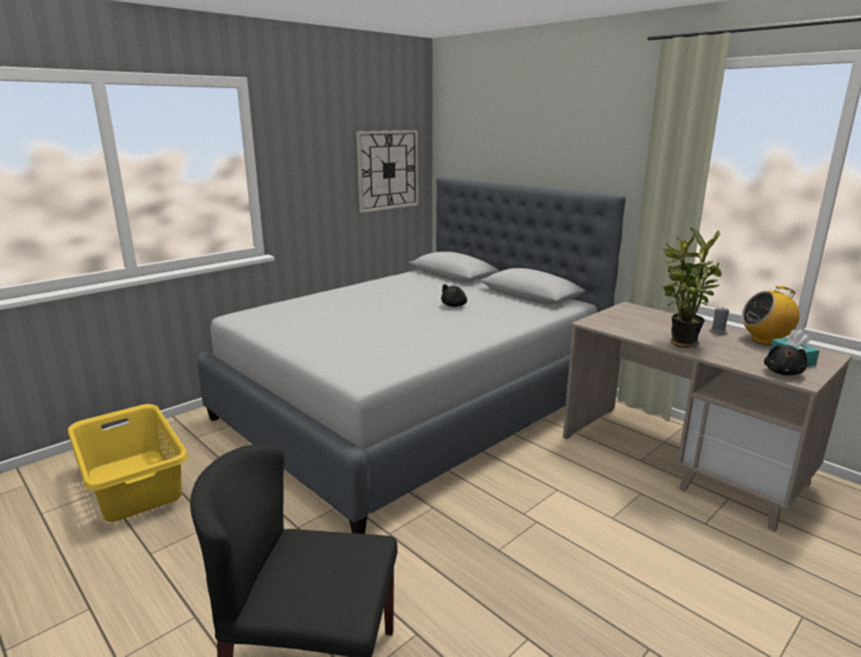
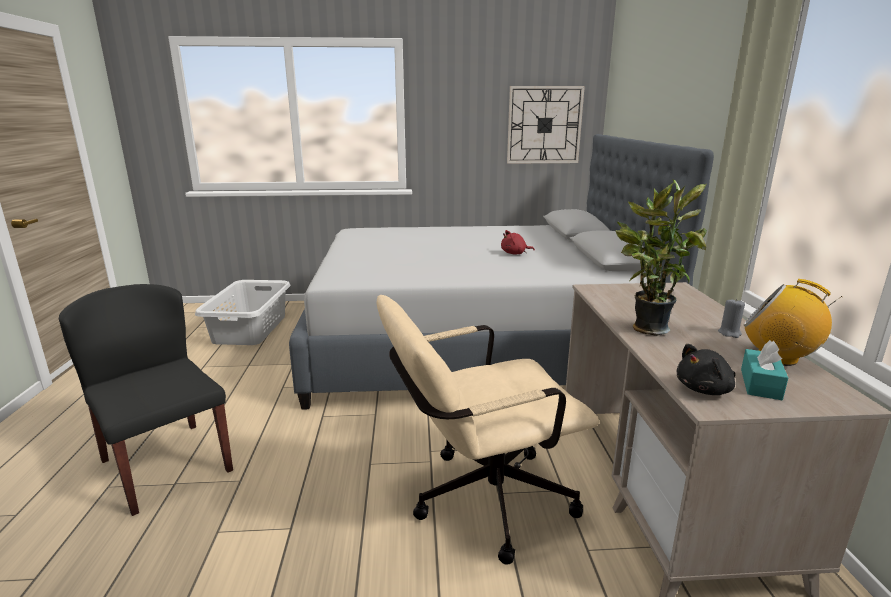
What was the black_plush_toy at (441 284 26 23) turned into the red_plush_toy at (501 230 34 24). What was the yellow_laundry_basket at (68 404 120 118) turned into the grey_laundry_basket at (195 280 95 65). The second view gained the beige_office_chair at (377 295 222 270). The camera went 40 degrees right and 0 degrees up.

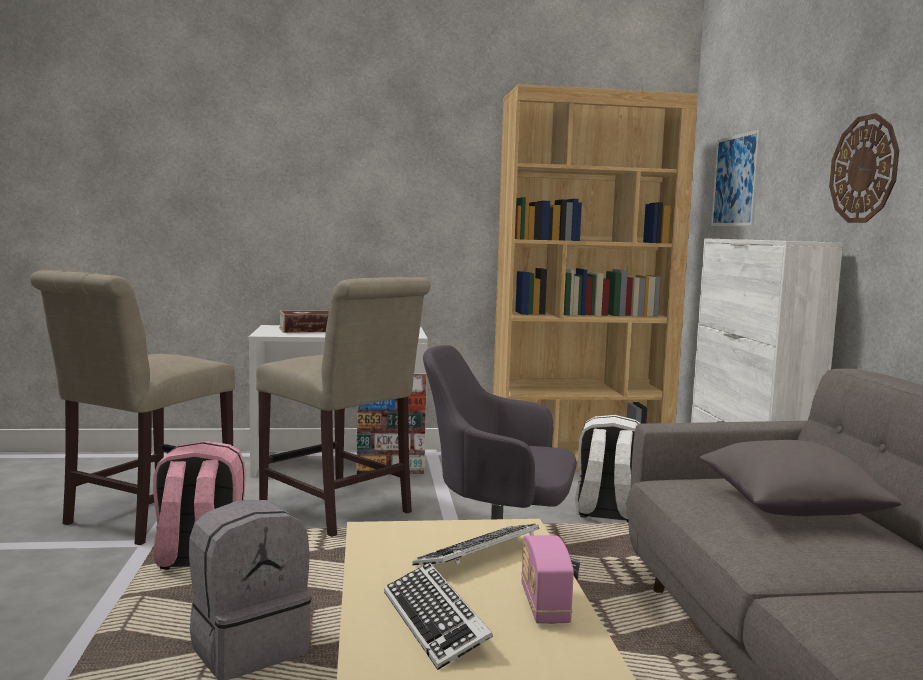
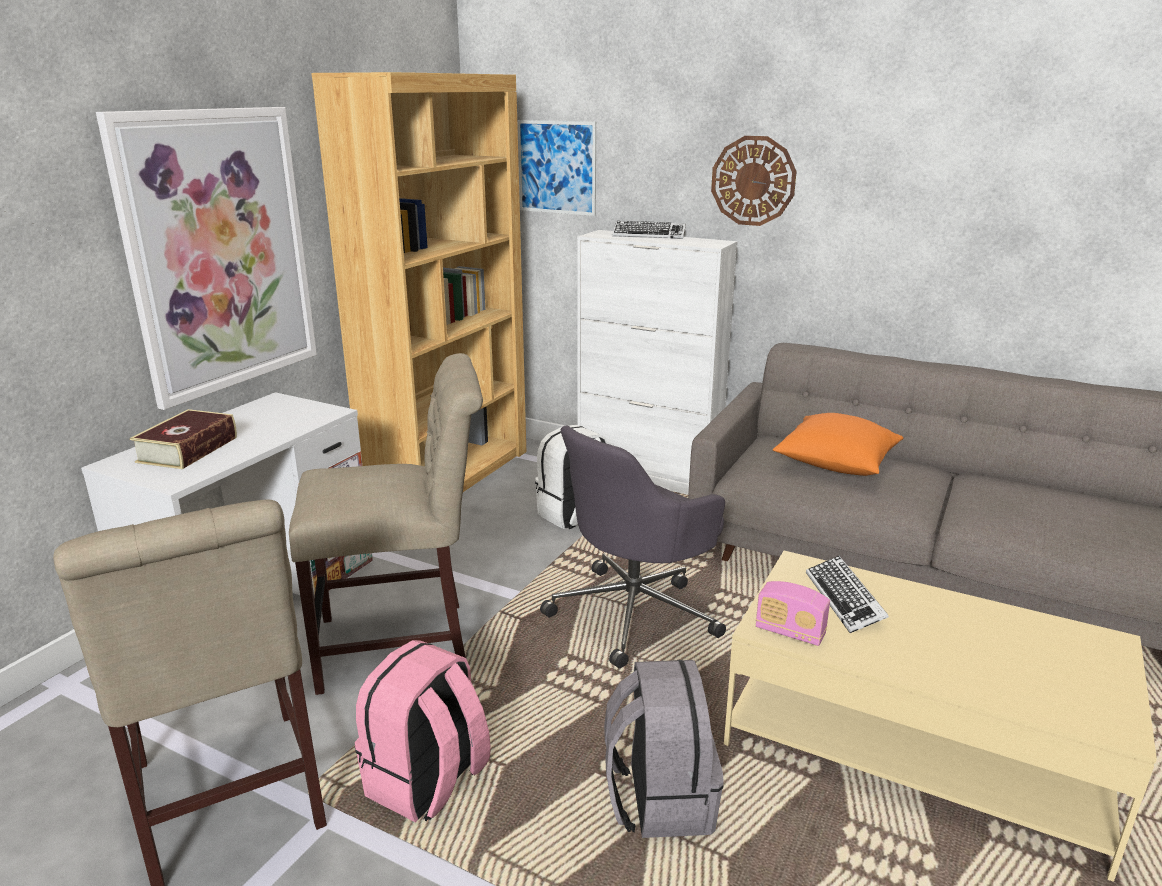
What was the grey_pillow at (700 440 201 76) turned into the orange_pillow at (773 413 130 63). The radio ended up elsewhere, having gone from (521 535 53 89) to (756 581 74 65). The keyboard ended up elsewhere, having gone from (384 562 109 108) to (612 221 74 18). The second view gained the picture at (96 107 221 303). The camera went 55 degrees left and 15 degrees up.

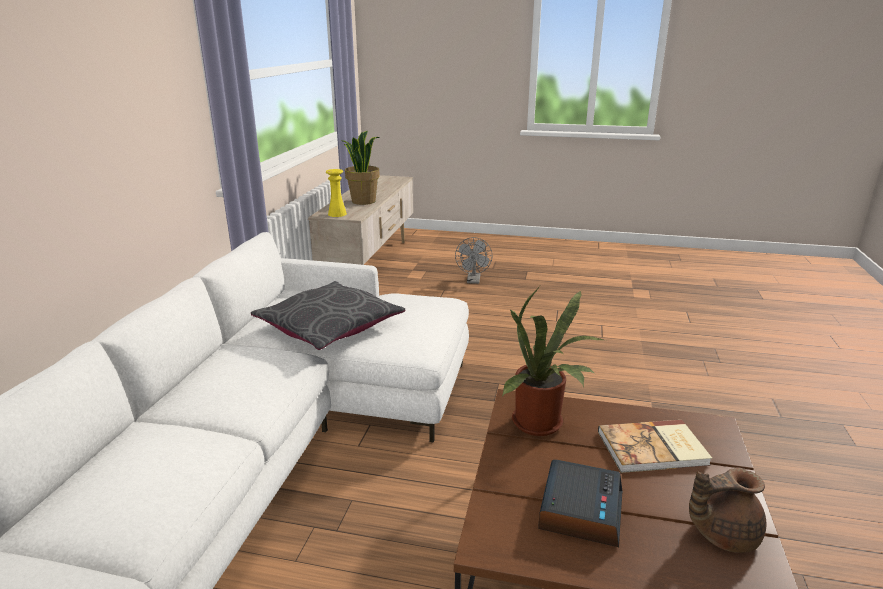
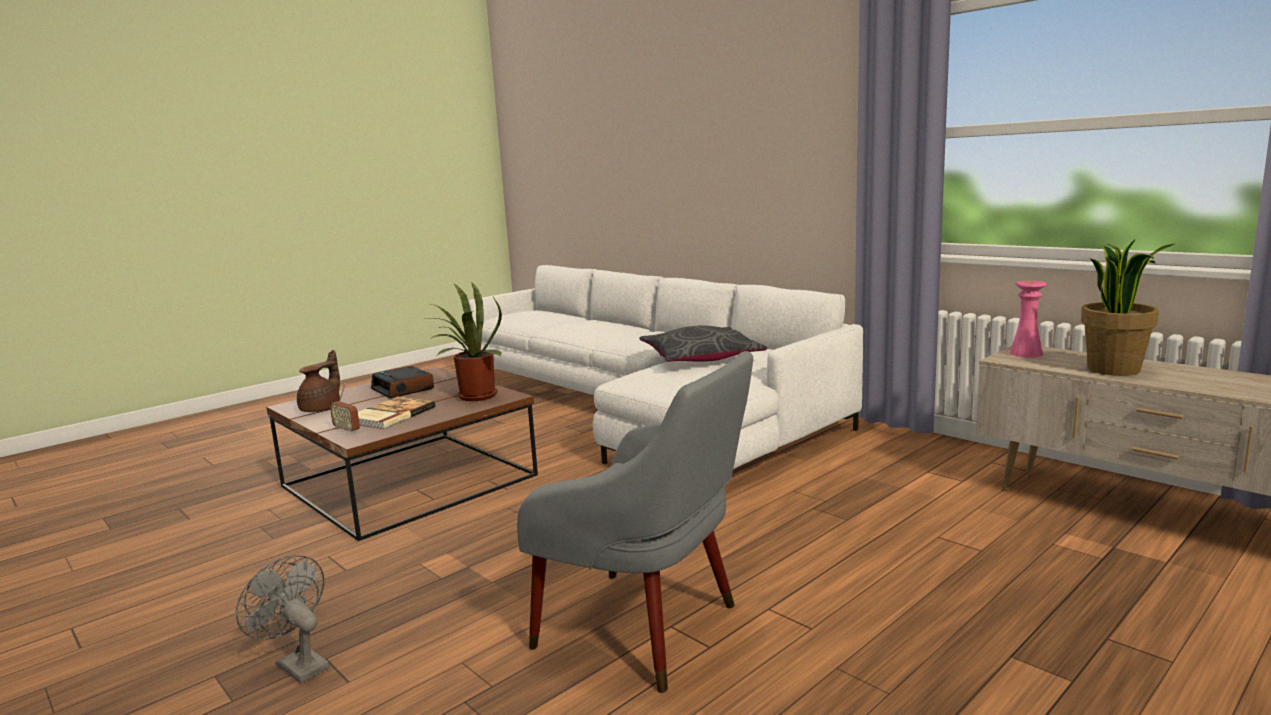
What was the yellow_vase at (326 169 21 48) turned into the pink_vase at (1009 281 38 76). The grey_fan ended up elsewhere, having gone from (455 237 38 47) to (236 555 93 128). The second view gained the grey_armchair at (517 351 236 342). The second view gained the radio at (330 384 30 50). The camera went 125 degrees right and 10 degrees down.

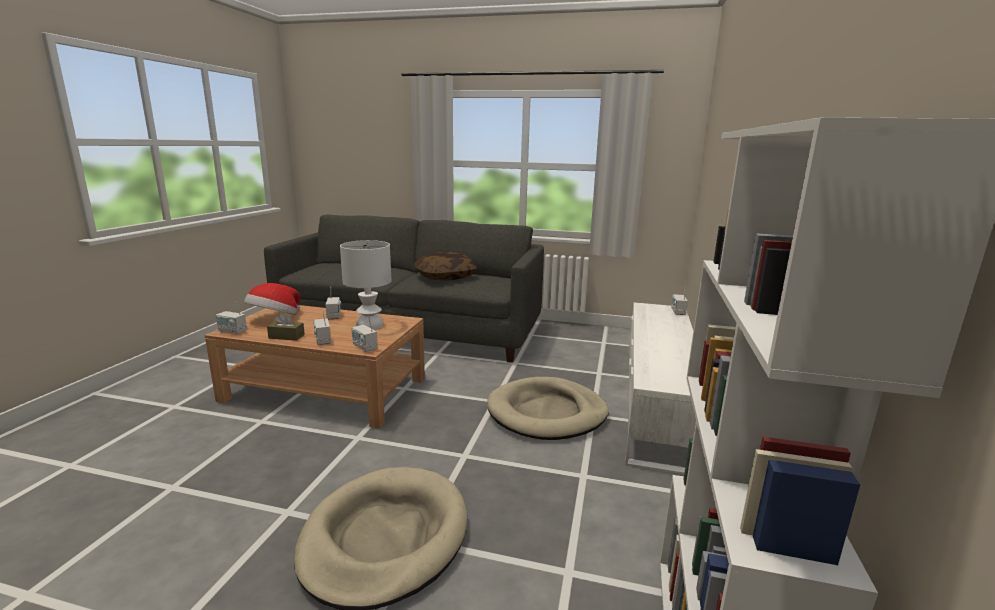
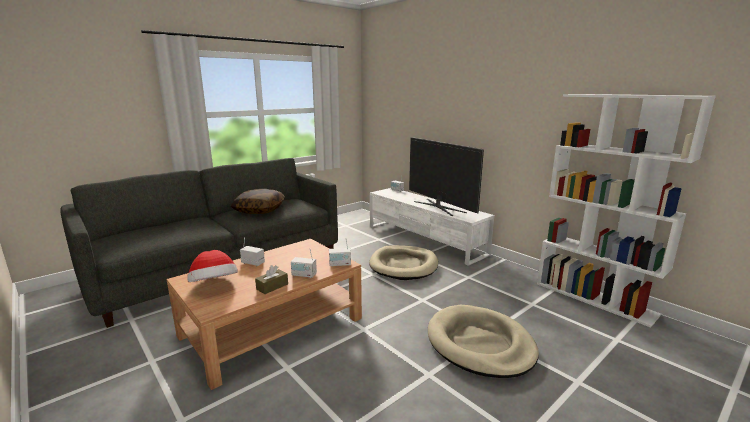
The second view lost the white_table_lamp at (340 240 51 90). The second view lost the radio at (216 301 31 34). The second view gained the television at (409 137 75 79). The camera went 55 degrees left and 0 degrees up.

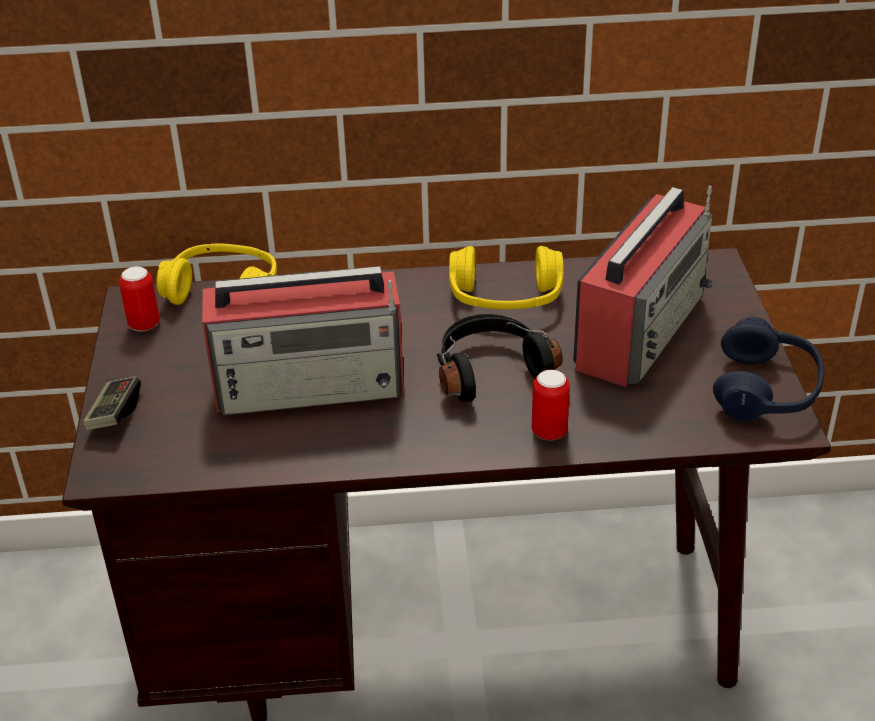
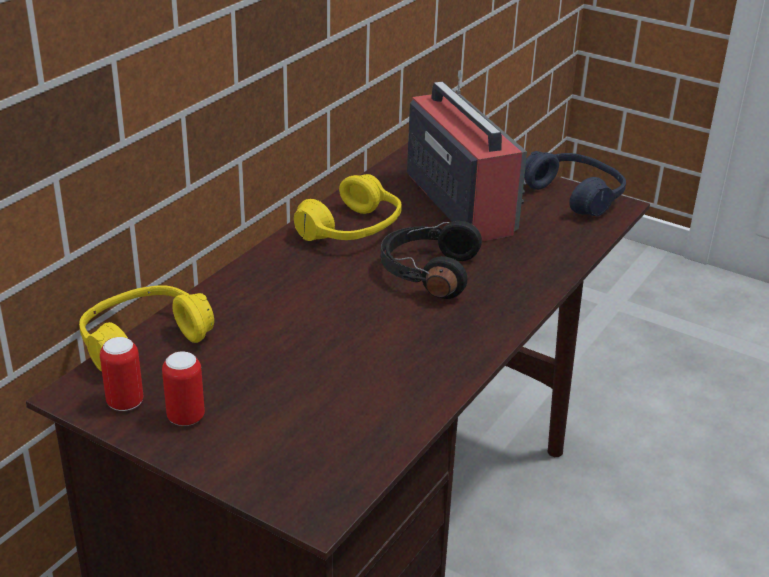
The second view lost the radio at (202 266 202 149). The can ended up elsewhere, having gone from (532 370 38 70) to (162 351 43 75). The second view lost the game_controller at (83 376 58 54). The camera went 55 degrees left and 5 degrees down.

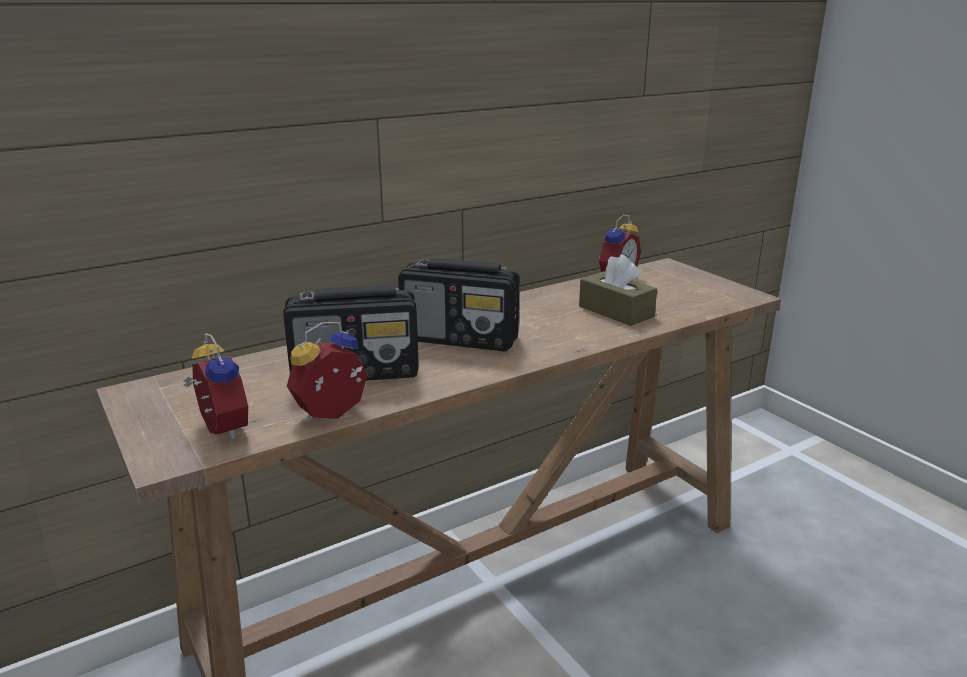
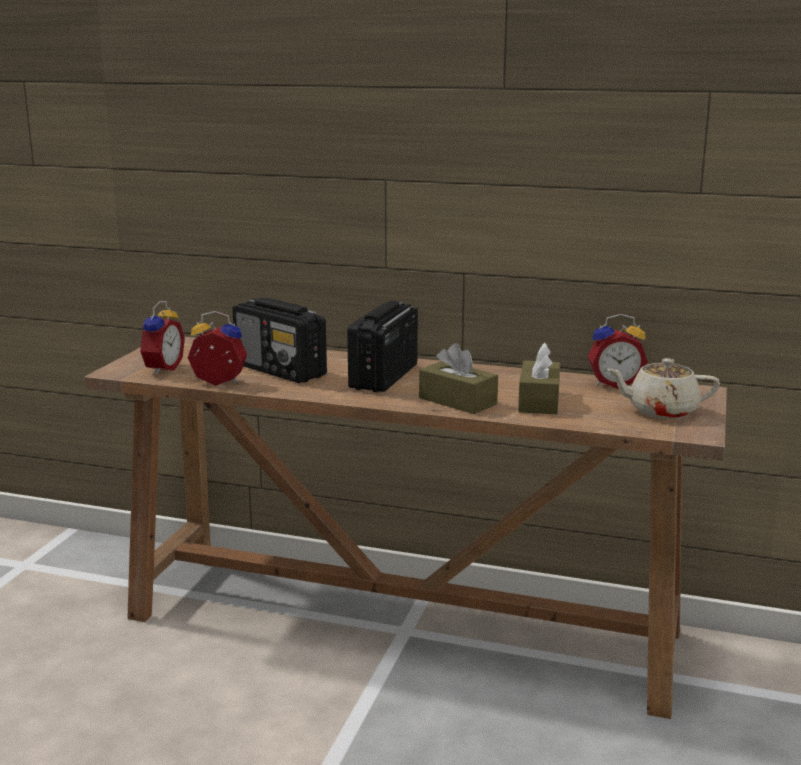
The radio at (398 258 122 94) ended up facing another way, 45 degrees clockwise from before. The second view gained the brown_tissue_box at (419 343 79 71). The second view gained the beige_teapot at (606 358 114 61). The camera went 50 degrees right and 5 degrees down.

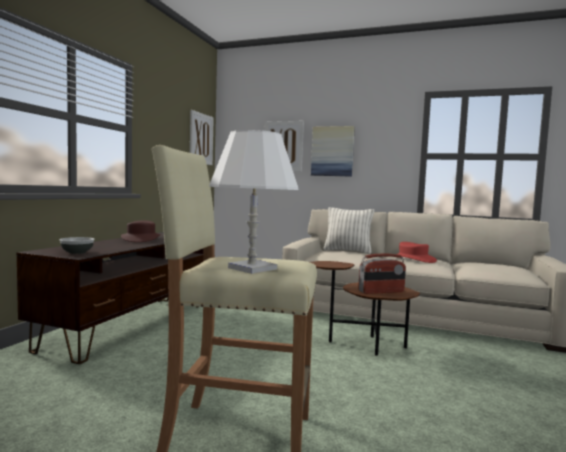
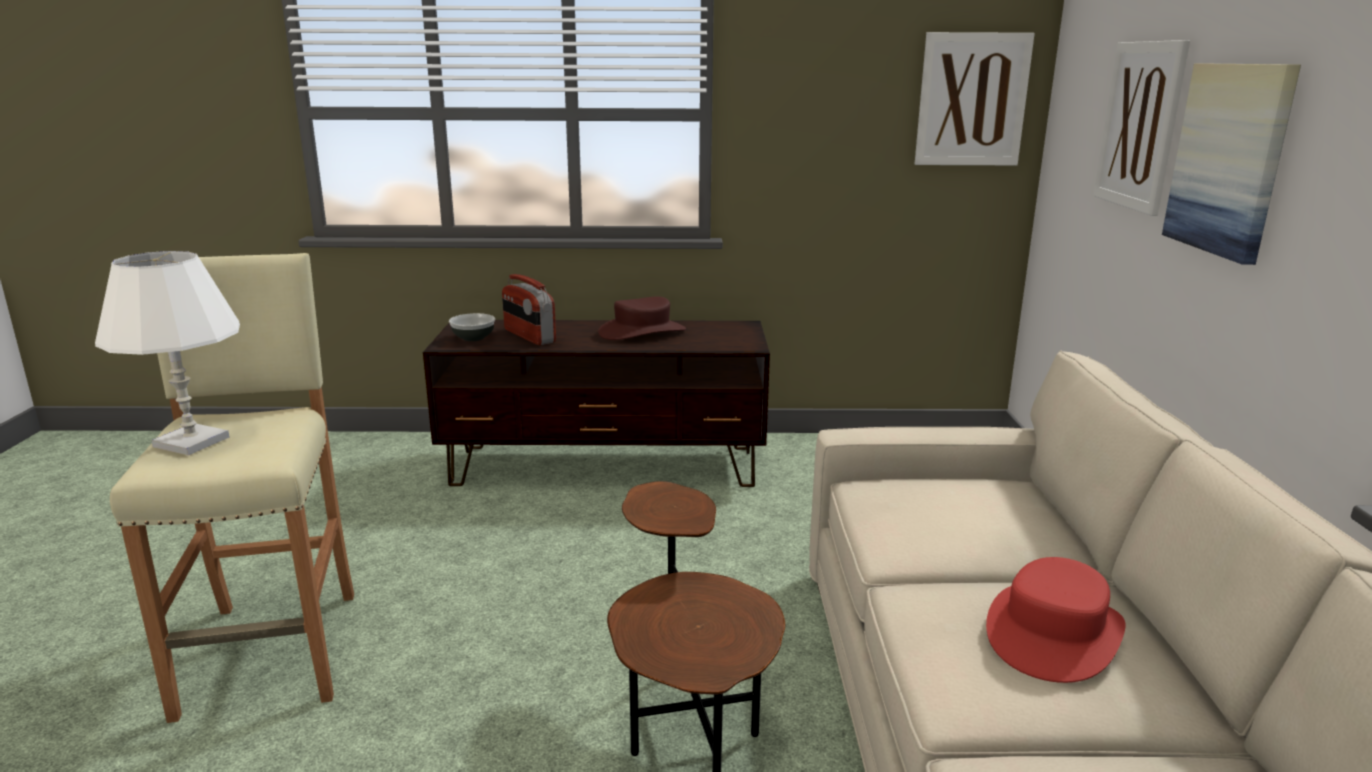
The second view lost the pillow at (323 207 52 47). The radio ended up elsewhere, having gone from (358 254 48 40) to (502 274 54 71). The camera went 70 degrees right and 15 degrees up.

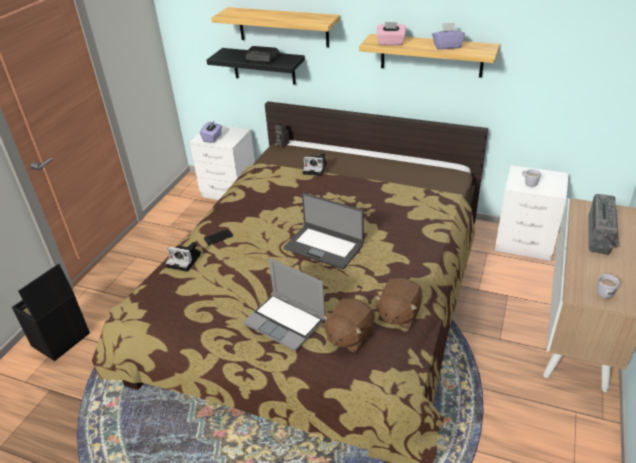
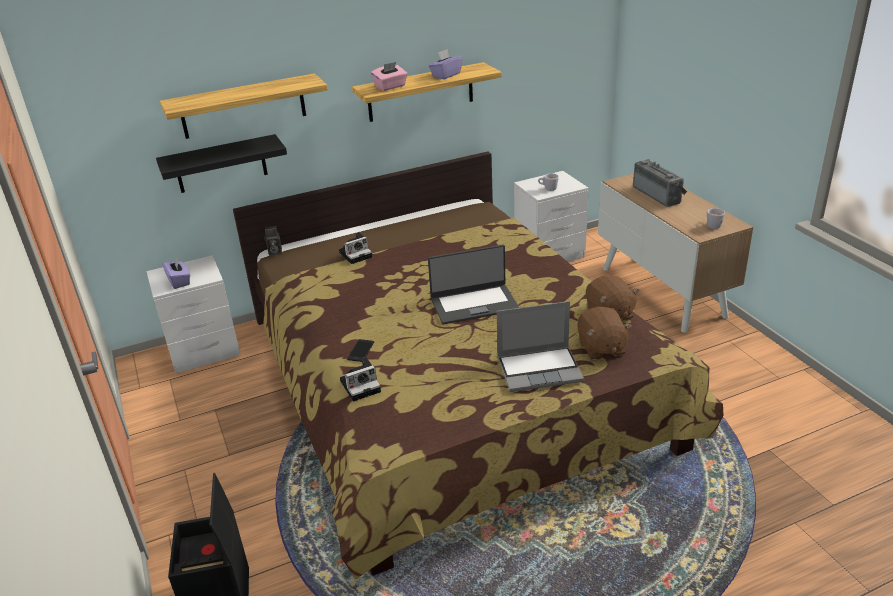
The second view lost the radio at (244 46 36 16). The camera went 45 degrees left and 5 degrees down.

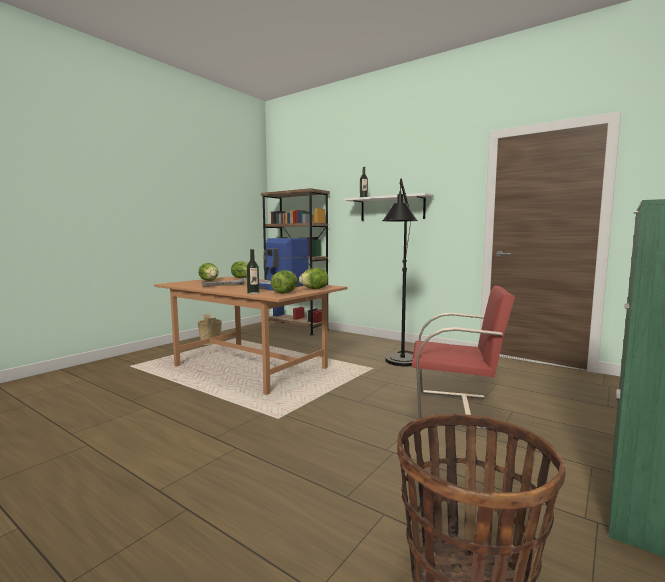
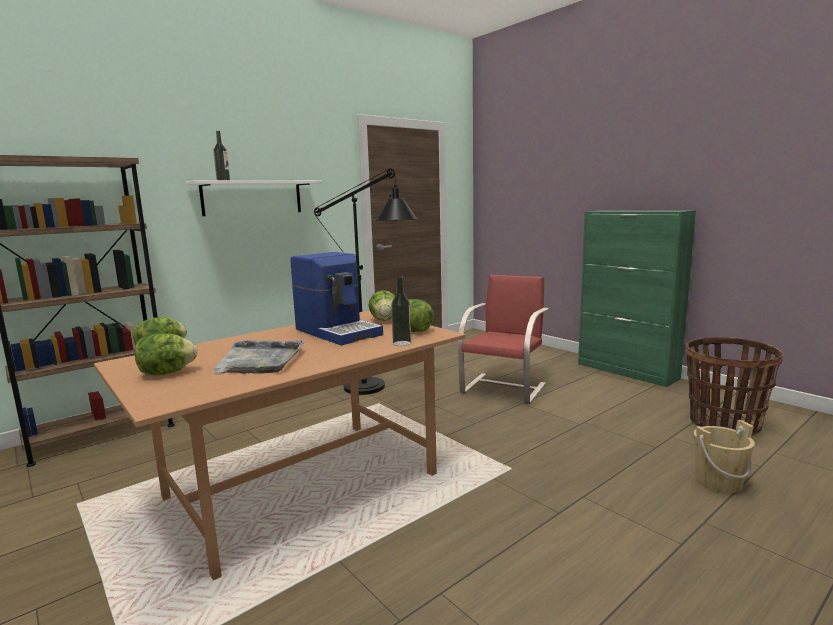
The beige_bucket ended up elsewhere, having gone from (198 314 24 31) to (694 420 61 73). The camera went 75 degrees left and 5 degrees up.

